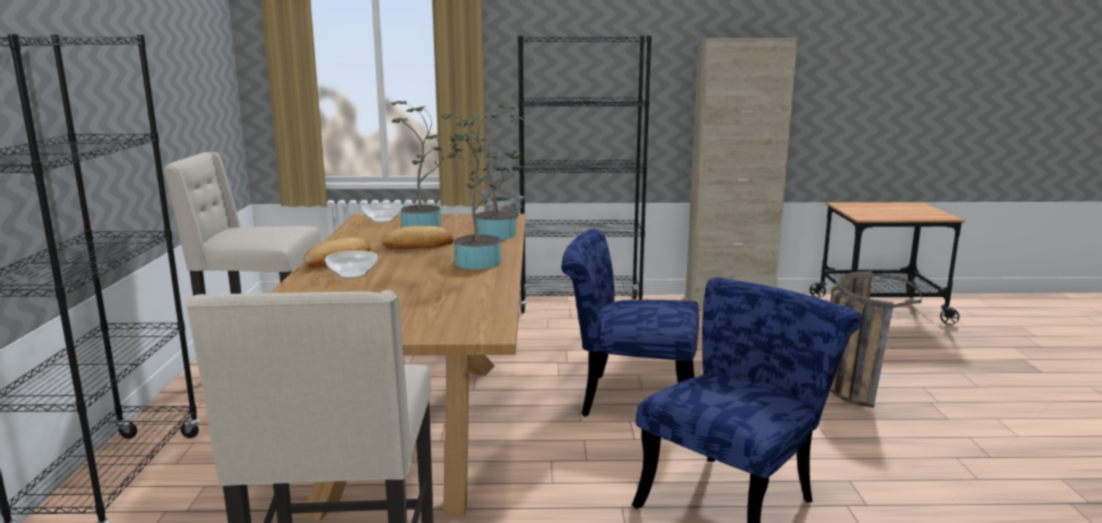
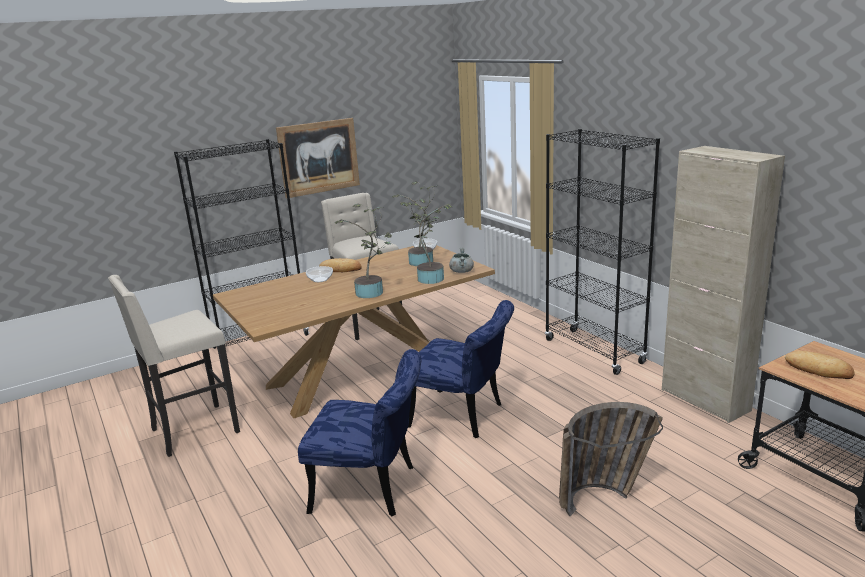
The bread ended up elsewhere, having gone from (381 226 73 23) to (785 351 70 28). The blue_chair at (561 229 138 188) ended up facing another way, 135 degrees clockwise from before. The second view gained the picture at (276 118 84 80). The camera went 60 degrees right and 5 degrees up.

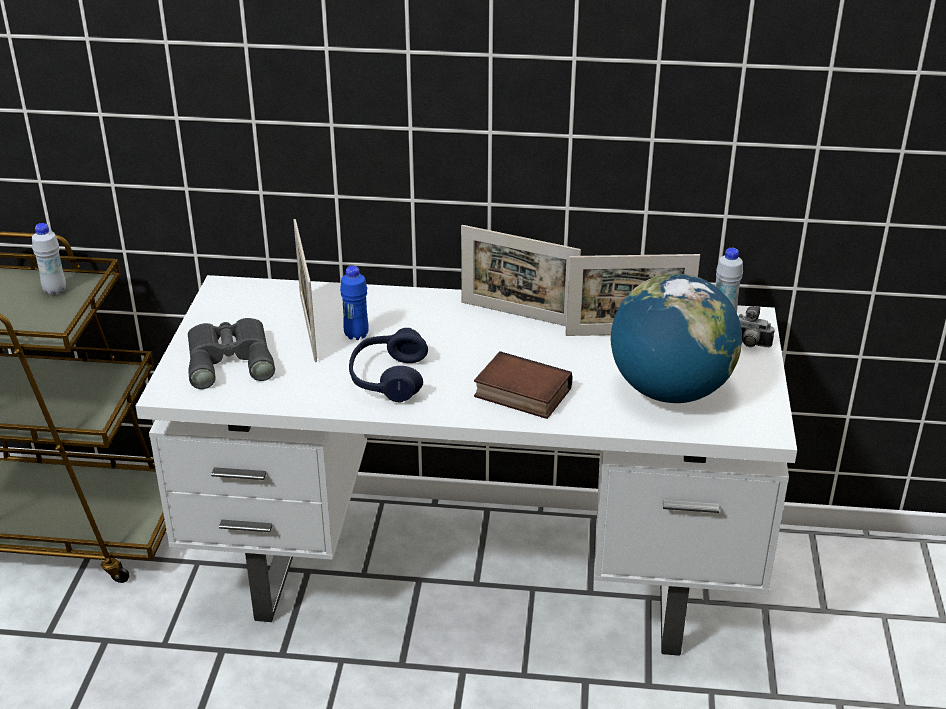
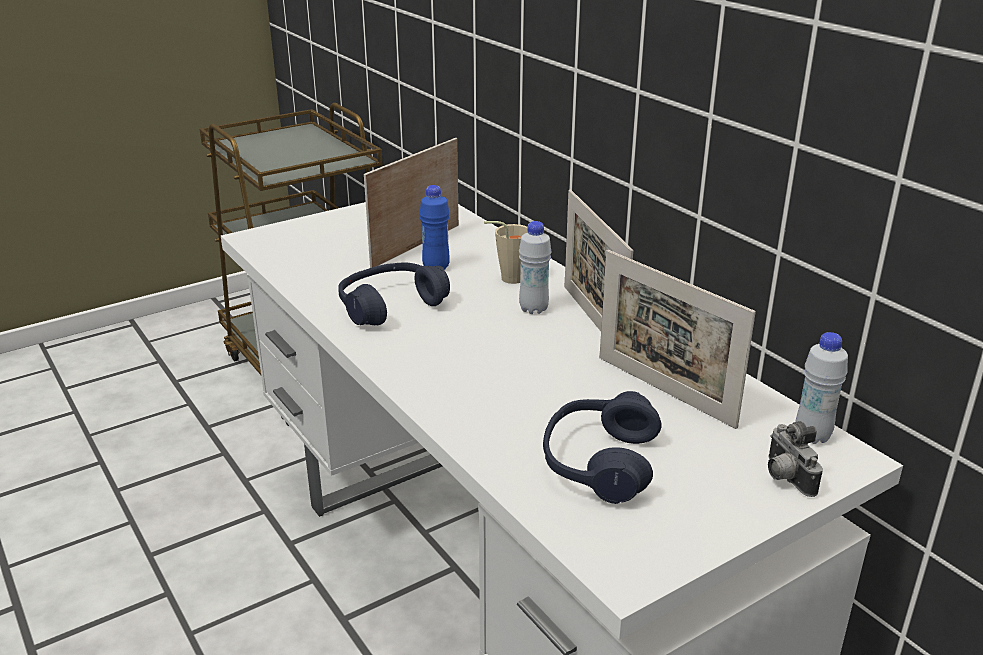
The white_bottle ended up elsewhere, having gone from (32 223 34 72) to (519 221 32 93). Where the globe stood at (610 274 132 129), the blue_headphones came to stand at (543 391 118 113). The second view lost the grey_binoculars at (188 318 87 71). The second view lost the book at (474 351 99 68). The second view gained the beige_cup at (484 221 44 63). The camera went 50 degrees right and 5 degrees down.

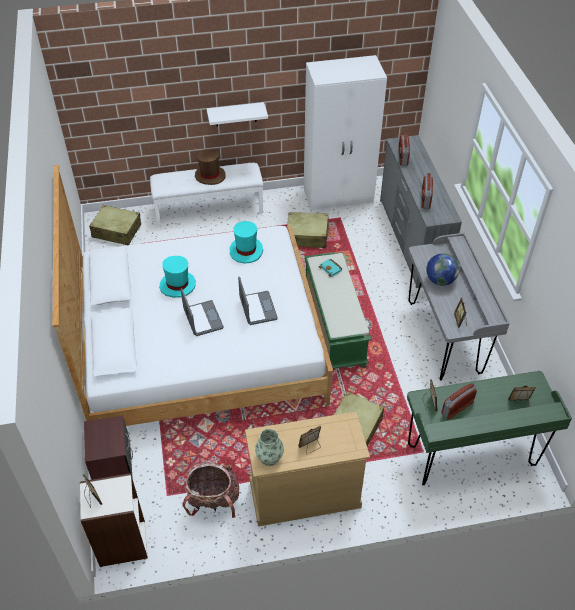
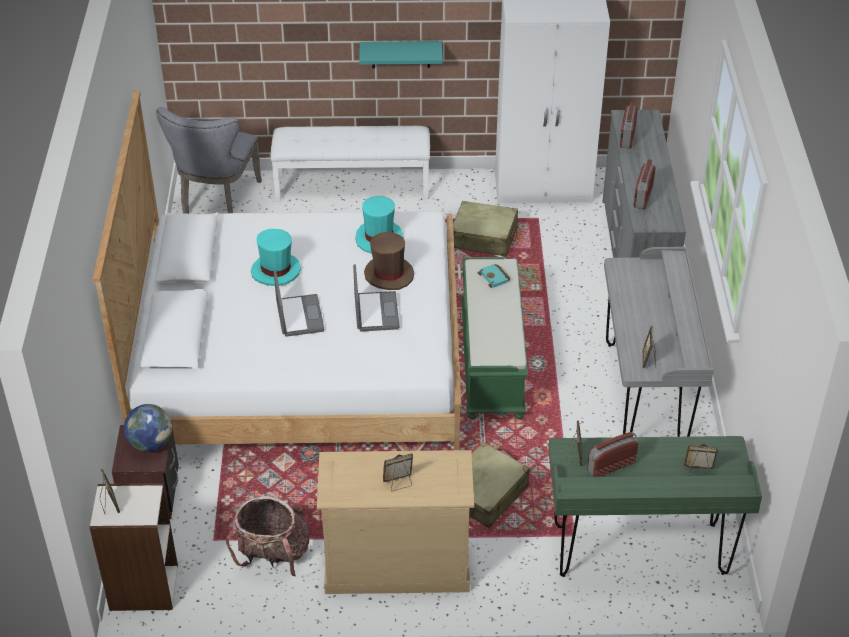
What was the white_shelf at (207 102 61 24) turned into the turquoise_shelf at (359 41 84 27). The brown_hat ended up elsewhere, having gone from (195 149 31 36) to (364 232 50 58). Where the beige_suitcase stood at (89 205 52 40), the grey_chair came to stand at (156 107 106 107). The globe ended up elsewhere, having gone from (426 253 33 33) to (124 404 48 48). The second view lost the vase at (255 429 29 37). The camera went 10 degrees right and 5 degrees down.

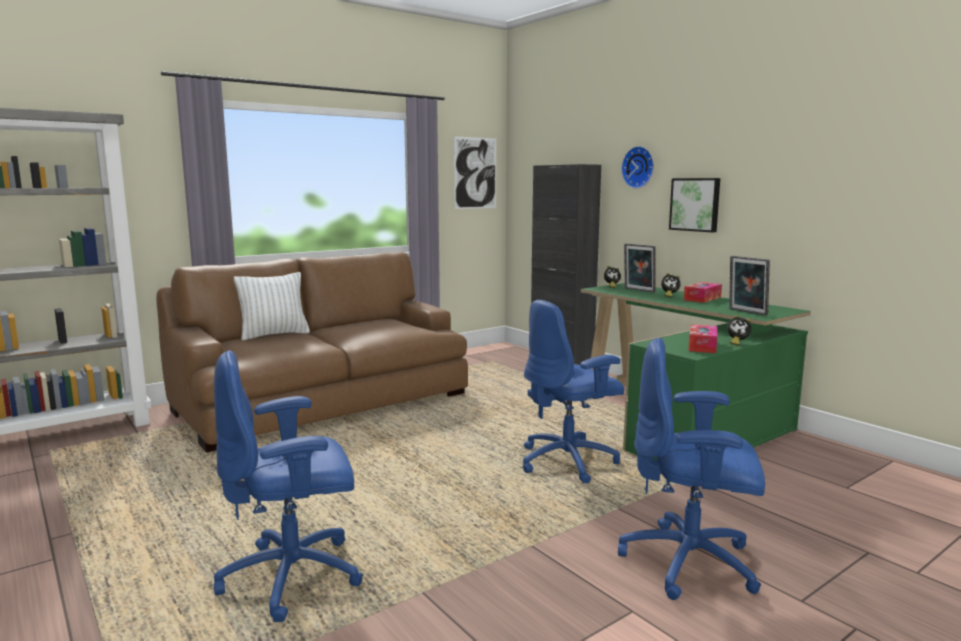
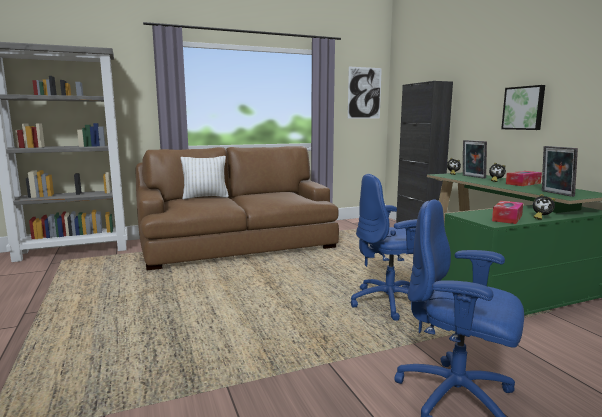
The second view lost the wall_clock at (621 146 33 43). The second view lost the blue_office_chair at (214 350 149 272). The camera went 15 degrees right and 0 degrees up.

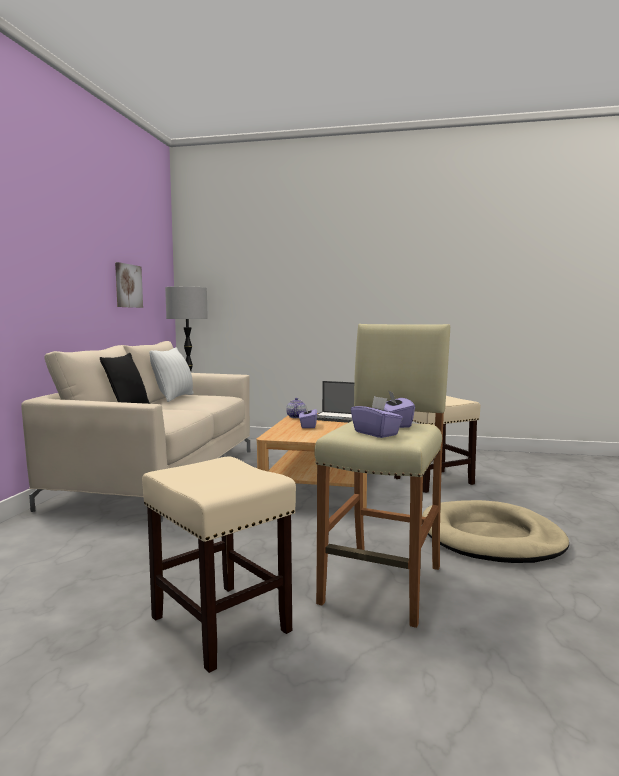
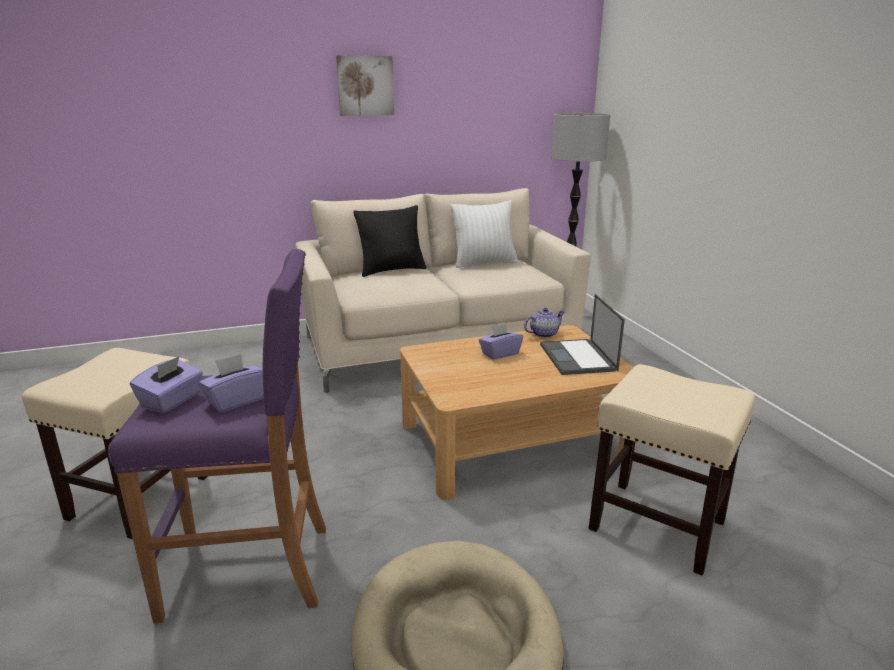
The picture ended up elsewhere, having gone from (115 262 28 46) to (336 56 58 60). What was the beige_stool at (314 324 136 304) turned into the purple_stool at (108 249 218 375). The camera went 60 degrees right and 15 degrees up.

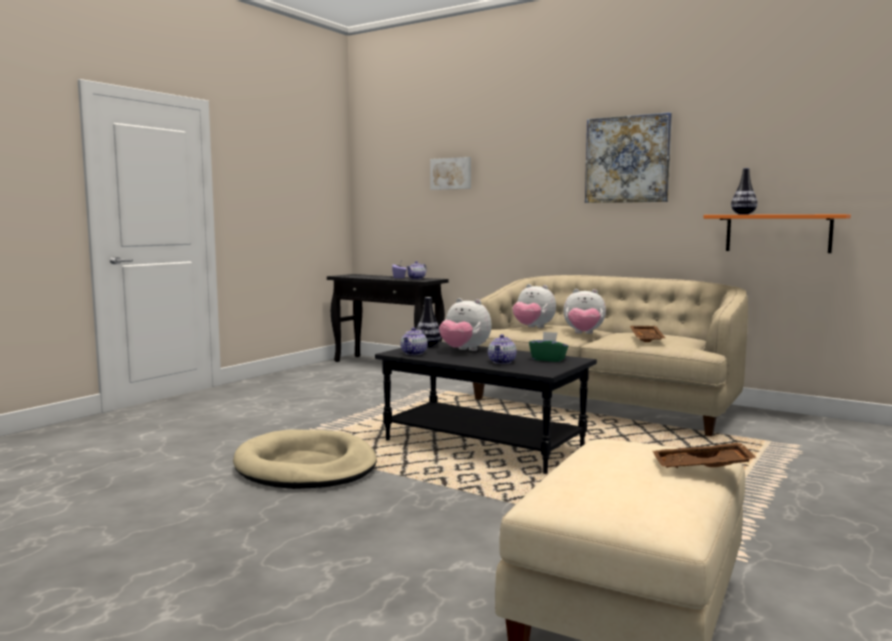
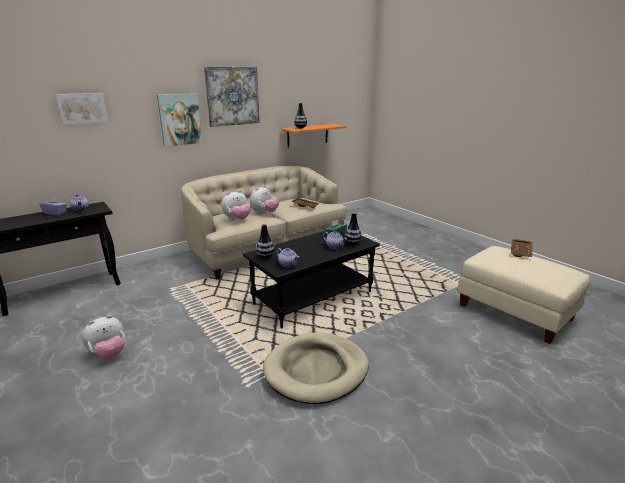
The plush_toy ended up elsewhere, having gone from (439 298 52 53) to (82 315 43 44). The second view gained the picture at (157 93 45 54). The second view gained the vase at (344 212 18 33). The camera went 70 degrees left and 15 degrees up.

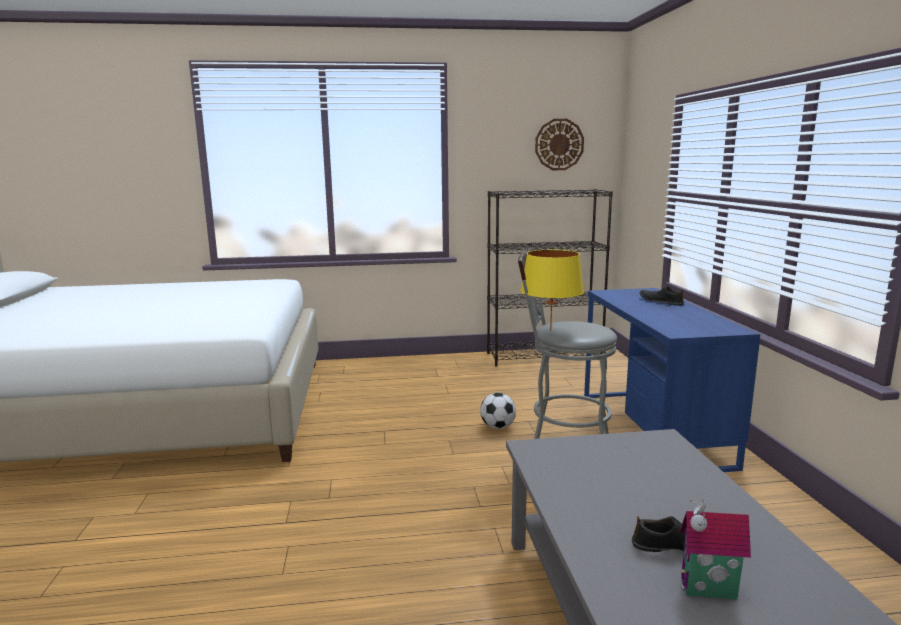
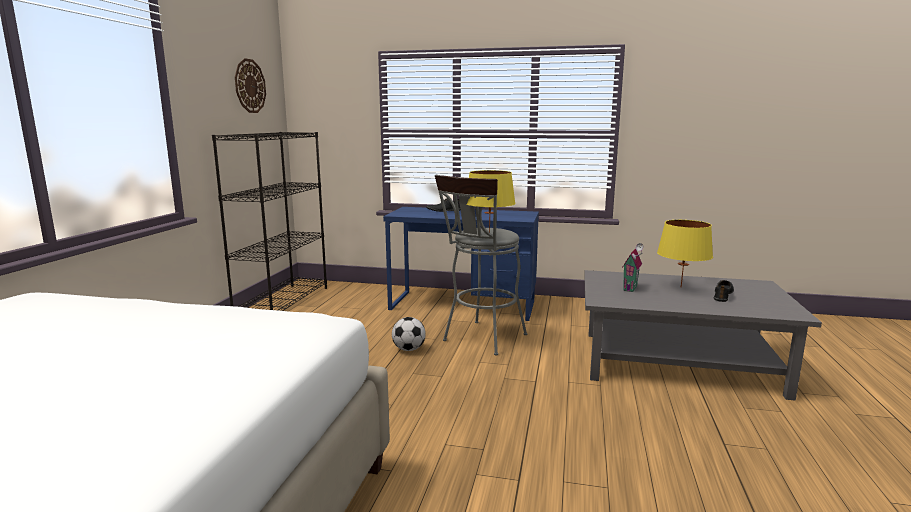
The toy_house ended up elsewhere, having gone from (679 499 72 101) to (622 243 22 49). The second view gained the yellow_table_lamp at (657 220 56 67). The camera went 70 degrees left and 0 degrees up.

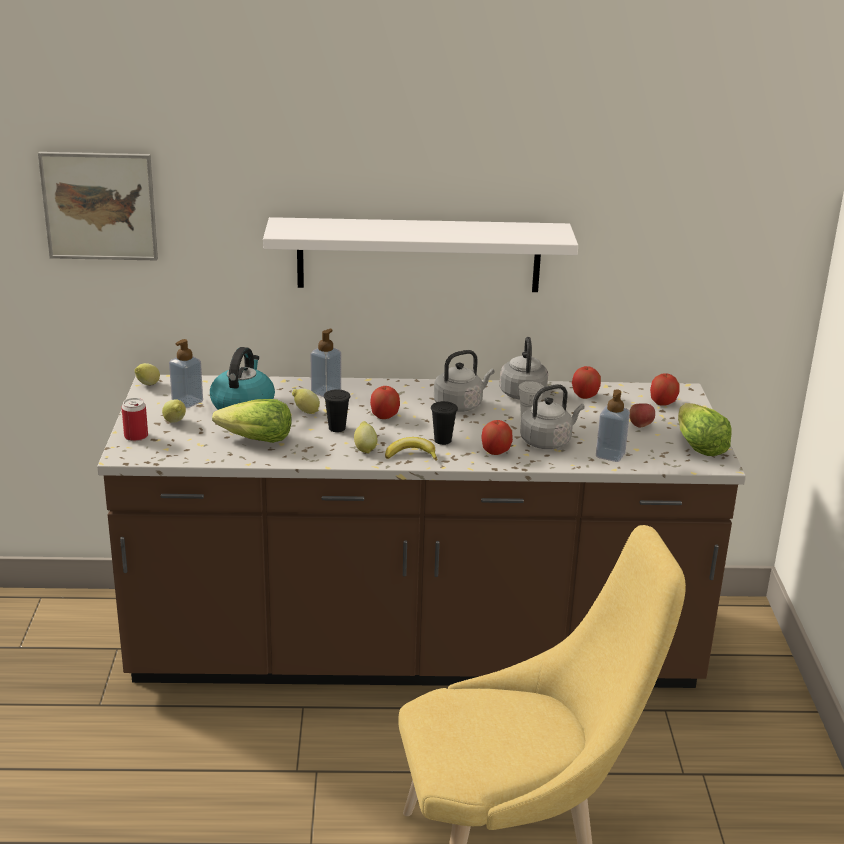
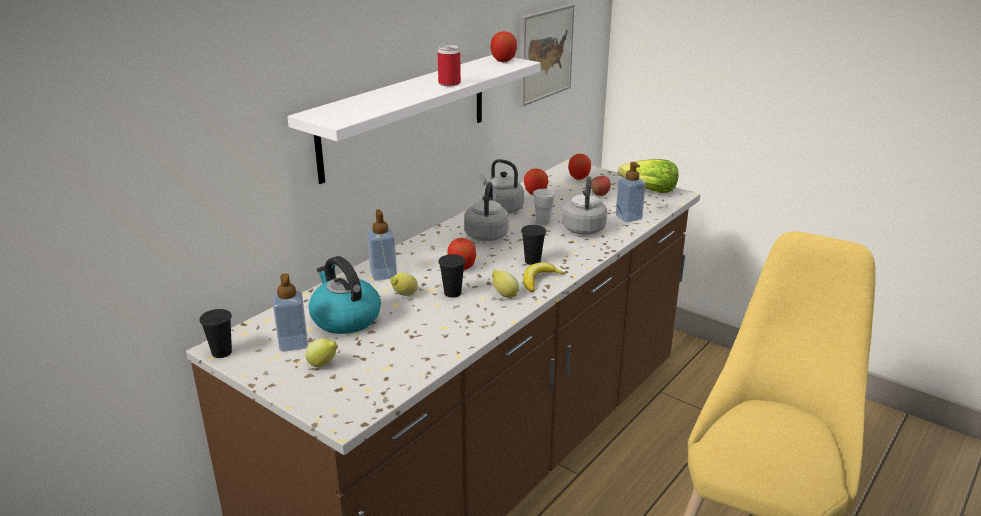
The picture ended up elsewhere, having gone from (38 152 120 108) to (520 4 54 102). Where the lemon stood at (135 363 25 22), the black_cup came to stand at (199 309 33 49). The can ended up elsewhere, having gone from (121 398 27 43) to (438 45 23 41). The second view lost the lettuce at (212 399 80 44). The apple ended up elsewhere, having gone from (481 420 32 35) to (490 31 27 31). The camera went 50 degrees left and 0 degrees up.

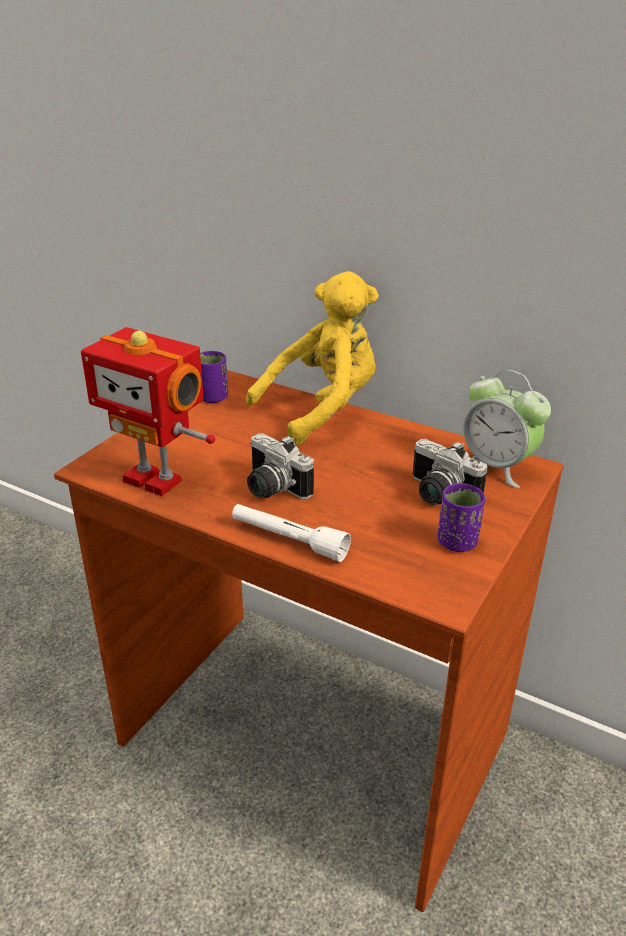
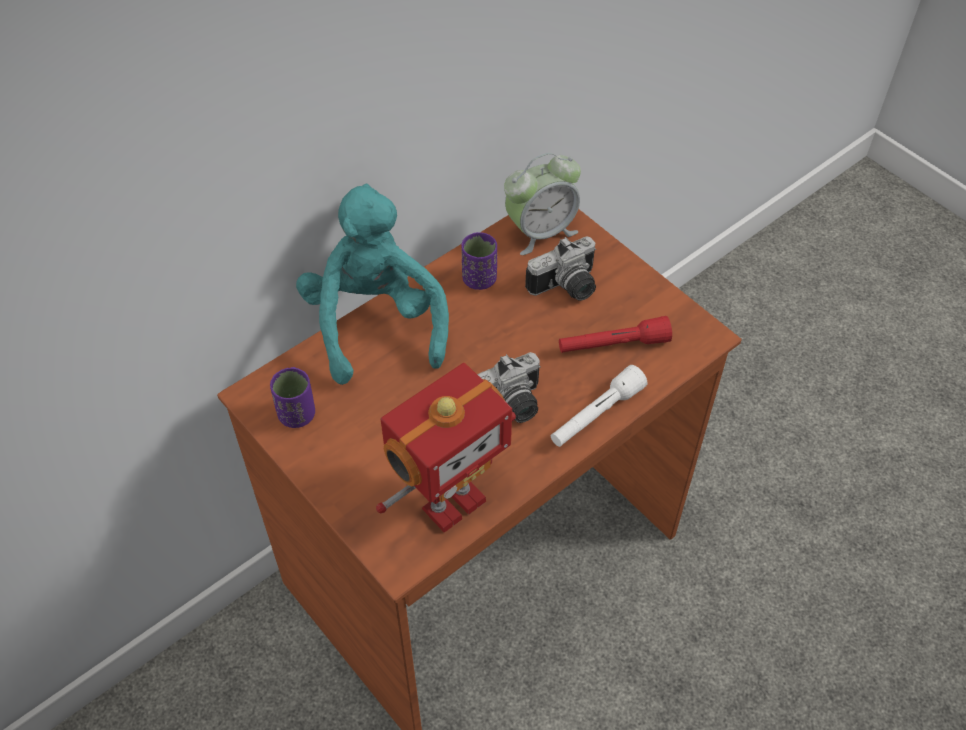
What was the yellow_plush_toy at (246 271 133 174) turned into the turquoise_plush_toy at (296 184 153 201). The purple_cup ended up elsewhere, having gone from (437 483 48 69) to (462 232 35 58). The second view gained the red_flashlight at (559 316 113 37). The camera went 70 degrees left and 20 degrees up.

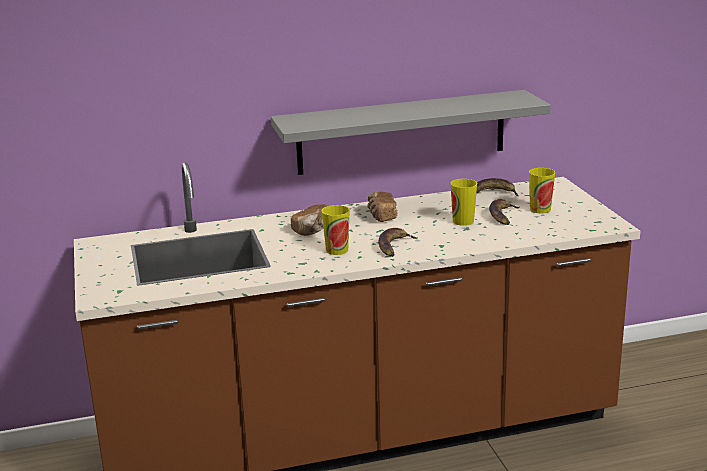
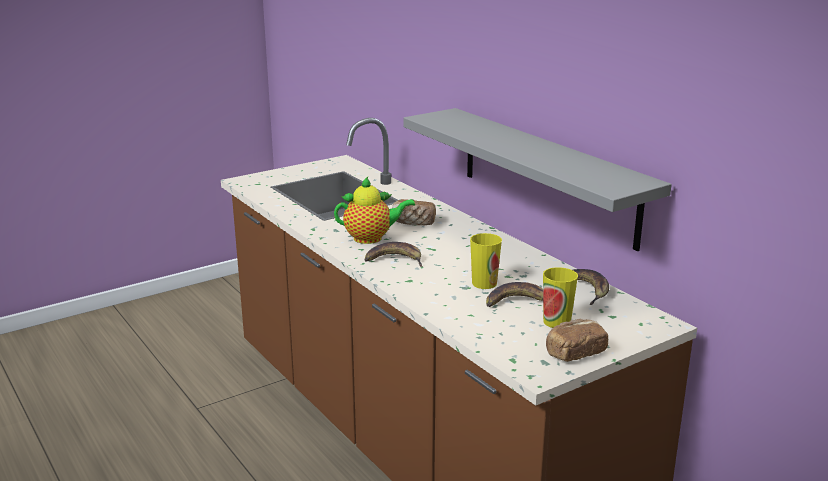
The bread ended up elsewhere, having gone from (367 192 30 30) to (546 319 62 43). Where the cup stood at (321 205 29 50), the teapot came to stand at (334 177 81 67). The camera went 70 degrees right and 0 degrees up.

